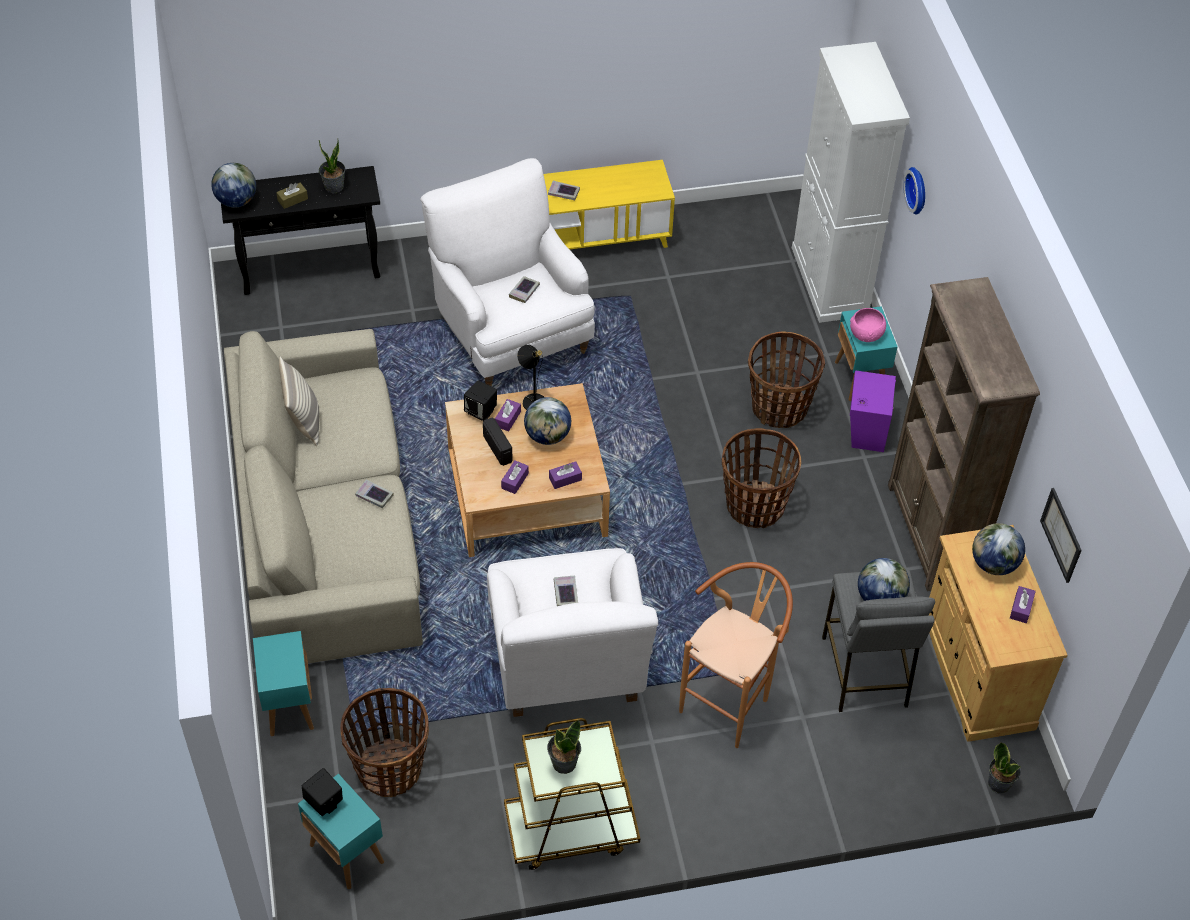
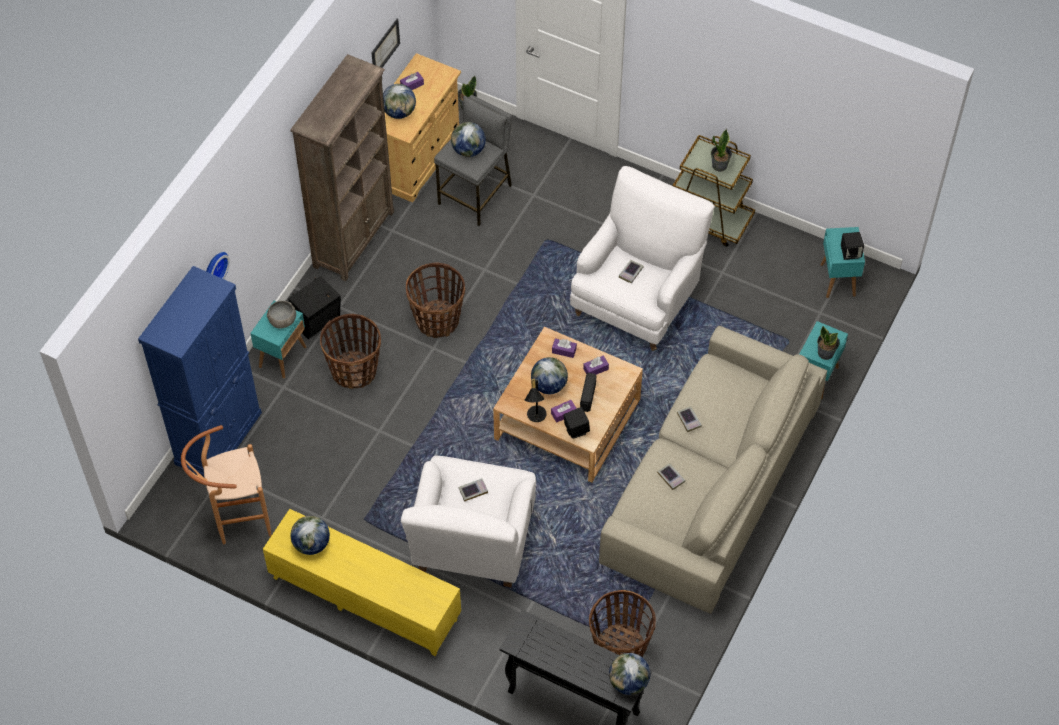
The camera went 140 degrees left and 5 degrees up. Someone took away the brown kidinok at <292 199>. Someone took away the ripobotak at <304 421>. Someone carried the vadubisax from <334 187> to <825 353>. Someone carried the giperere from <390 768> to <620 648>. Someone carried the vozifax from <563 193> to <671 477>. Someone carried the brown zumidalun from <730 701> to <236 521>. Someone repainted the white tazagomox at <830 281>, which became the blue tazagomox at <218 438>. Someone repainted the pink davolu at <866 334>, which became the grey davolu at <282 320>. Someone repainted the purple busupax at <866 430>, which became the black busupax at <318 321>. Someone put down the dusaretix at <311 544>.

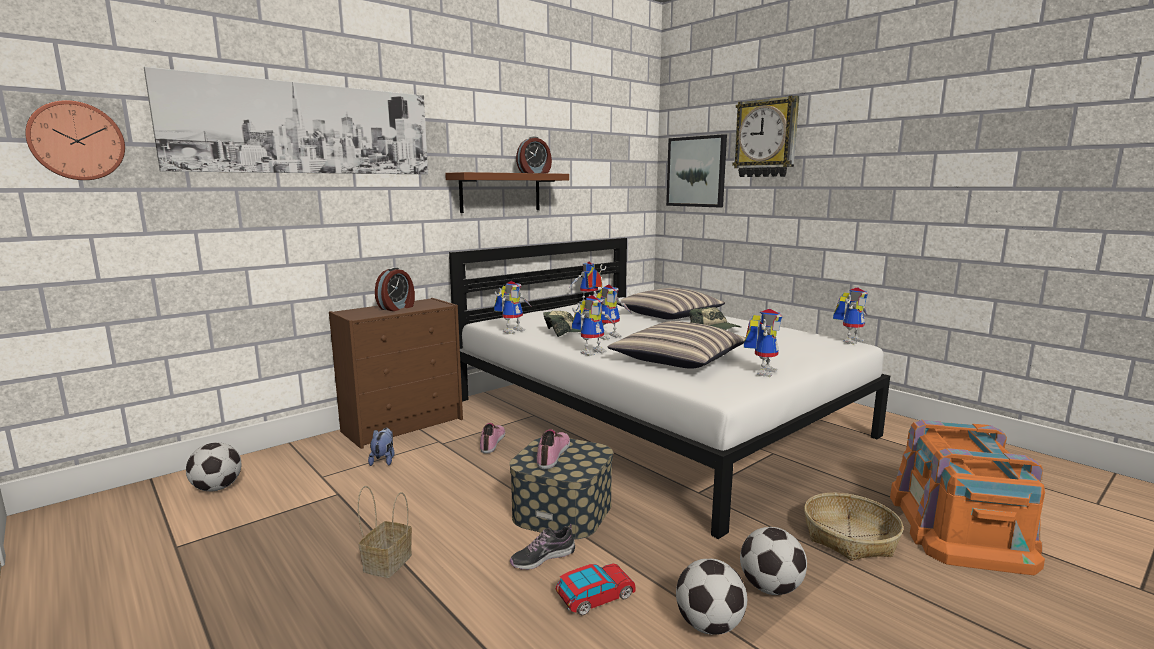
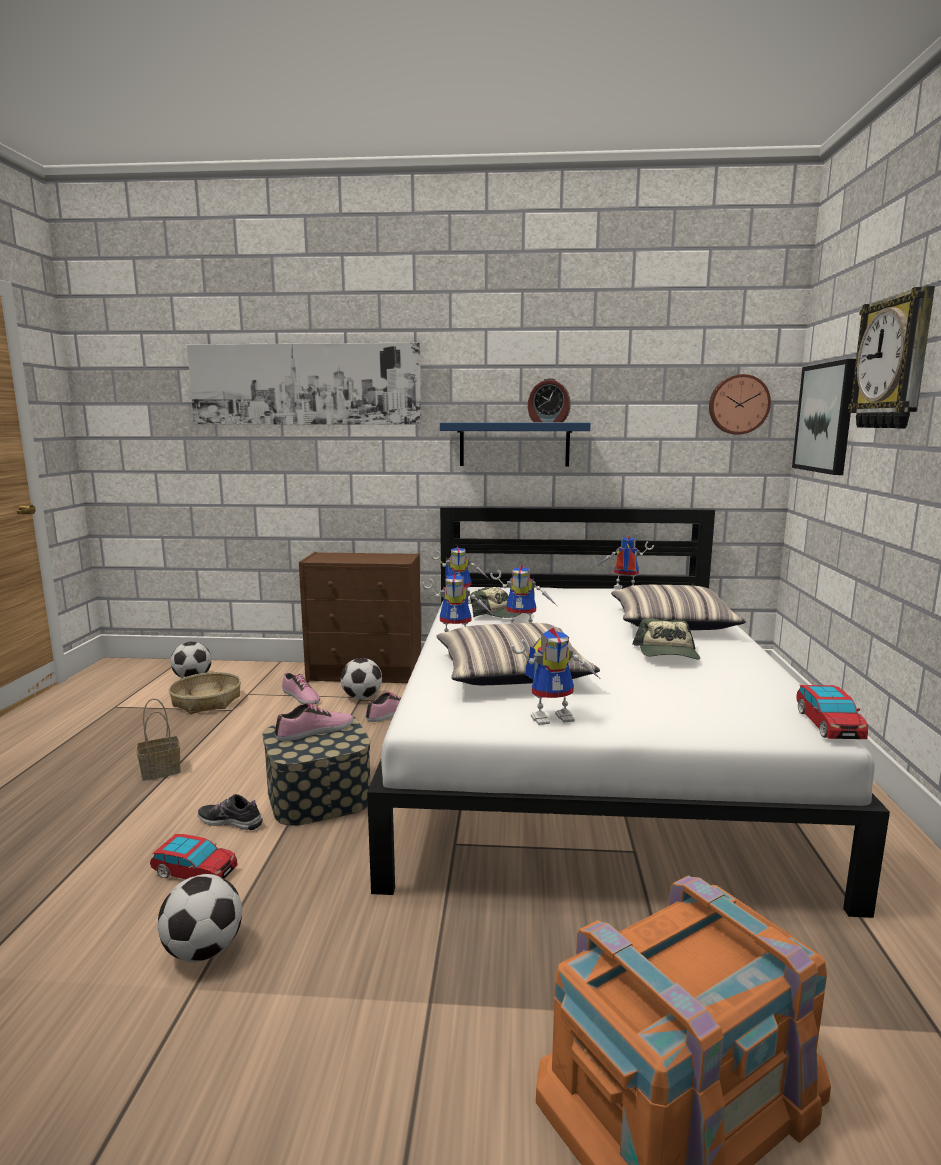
The camera went 45 degrees right and 0 degrees up. Someone carried the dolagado from <77 141> to <738 404>. Someone swapped the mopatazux at <383 460> for the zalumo at <300 697>. Someone took away the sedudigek at <397 308>. Someone repainted the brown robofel at <500 192>, which became the blue robofel at <514 444>. Someone carried the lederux from <770 587> to <362 697>. Someone carried the giperere from <849 537> to <207 701>. Someone swapped the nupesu at <850 340> for the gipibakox at <828 724>.

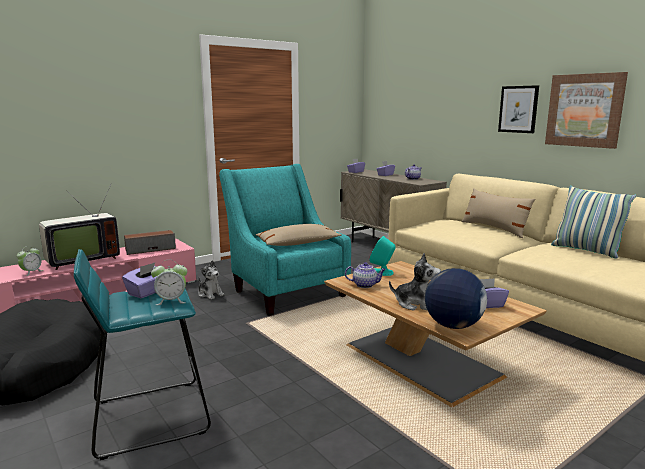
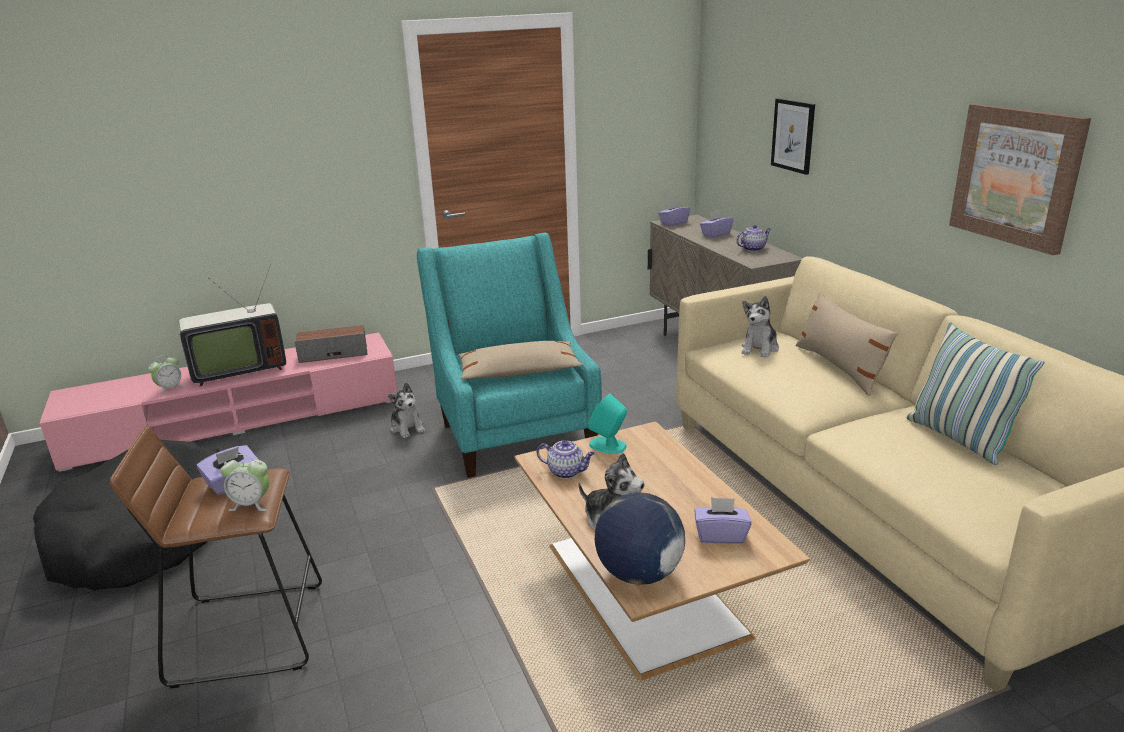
The camera went 15 degrees right and 10 degrees up. Someone repainted the turquoise zumidalun at <150 416>, which became the brown zumidalun at <248 631>. Someone carried the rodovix from <518 109> to <793 135>. Someone put down the mopatazux at <760 349>.

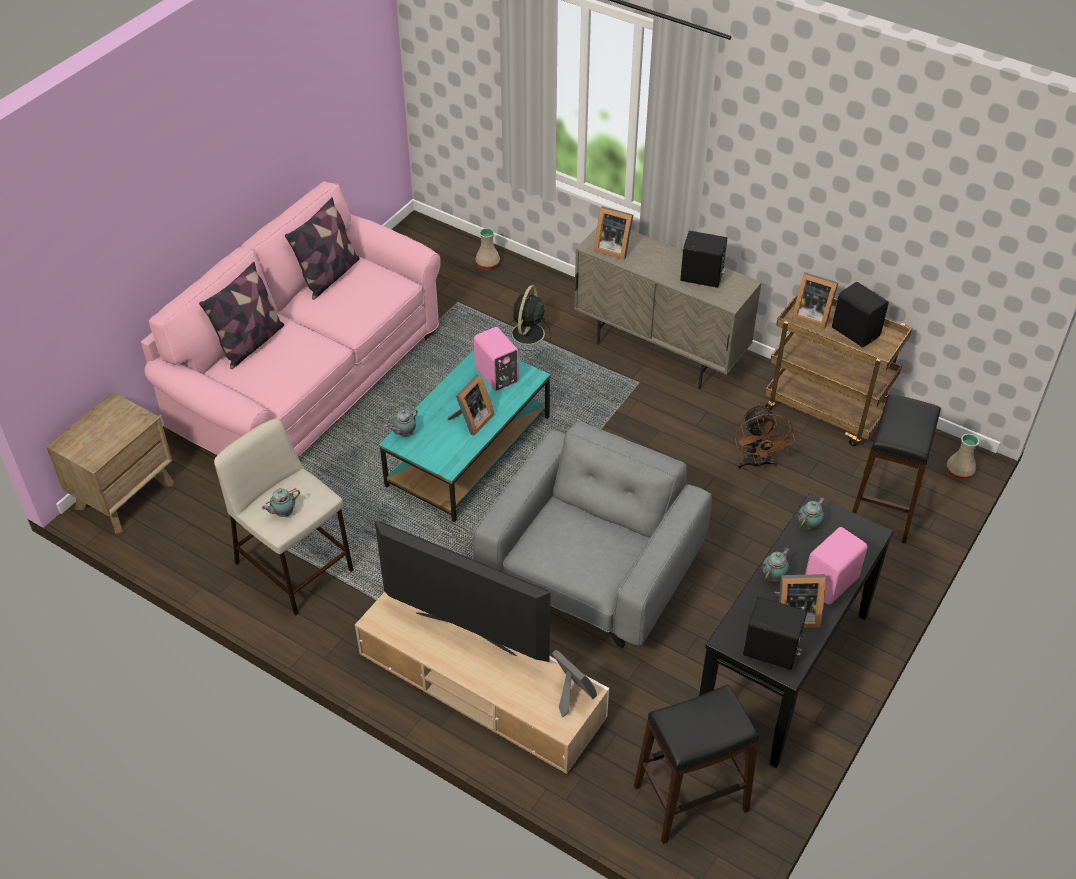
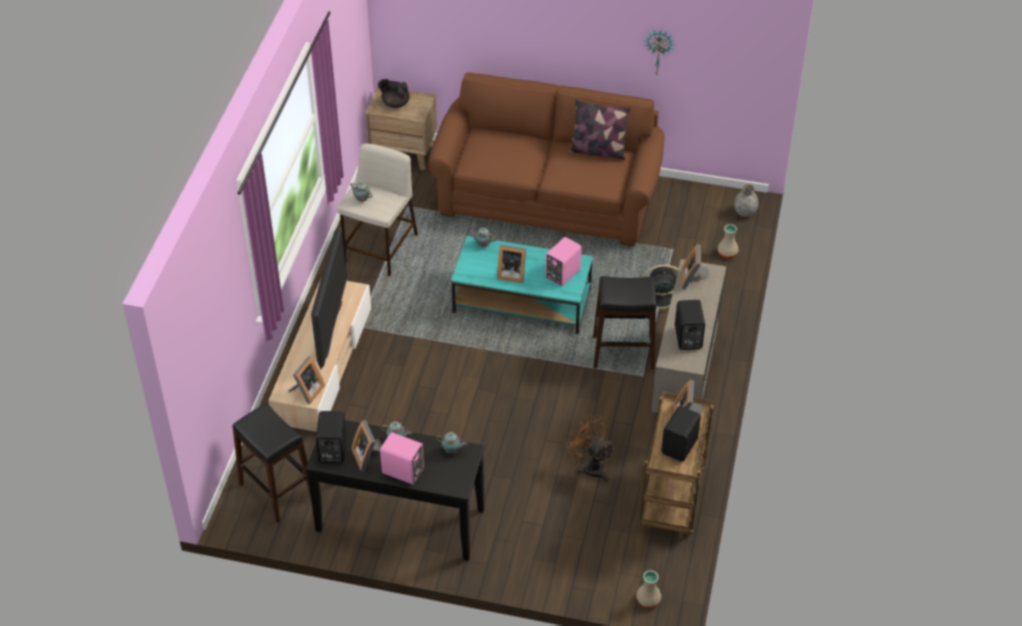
The camera went 70 degrees right and 0 degrees up. Someone repainted the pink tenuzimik at <308 380>, which became the brown tenuzimik at <547 198>. Someone took away the ripobotak at <250 343>. Someone took away the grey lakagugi at <591 574>. Someone rotated the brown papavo at <756 464> by 75 degrees clockwise. Someone carried the black zumidalun from <884 506> to <623 352>. Someone put down the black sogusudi at <395 103>. Someone put up the dolagado at <659 51>. Someone put down the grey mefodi at <745 212>.

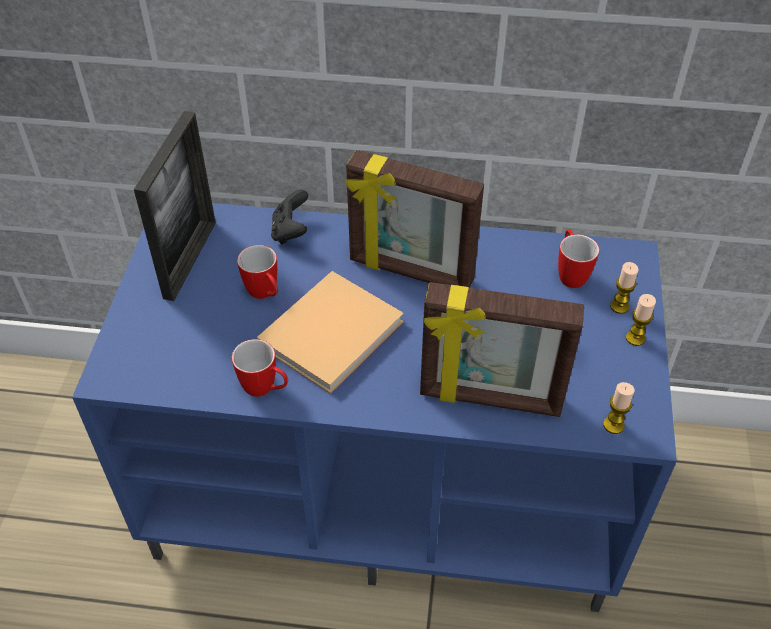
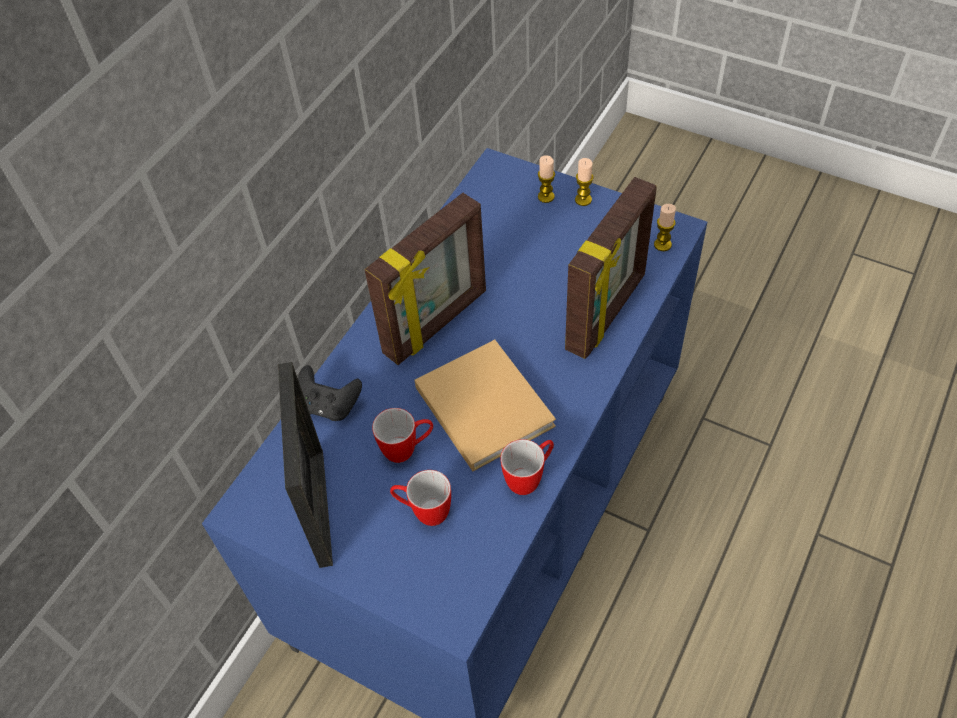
The camera went 65 degrees left and 5 degrees up. Someone rotated the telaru at <190 259> by 45 degrees clockwise. Someone carried the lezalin from <570 273> to <424 512>.

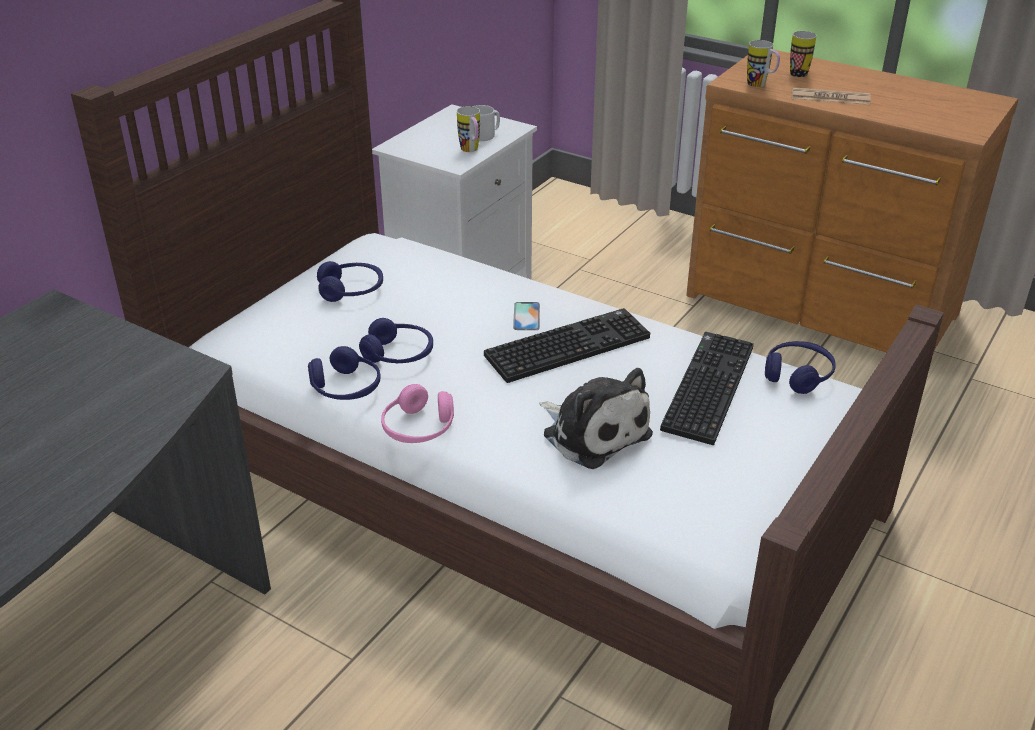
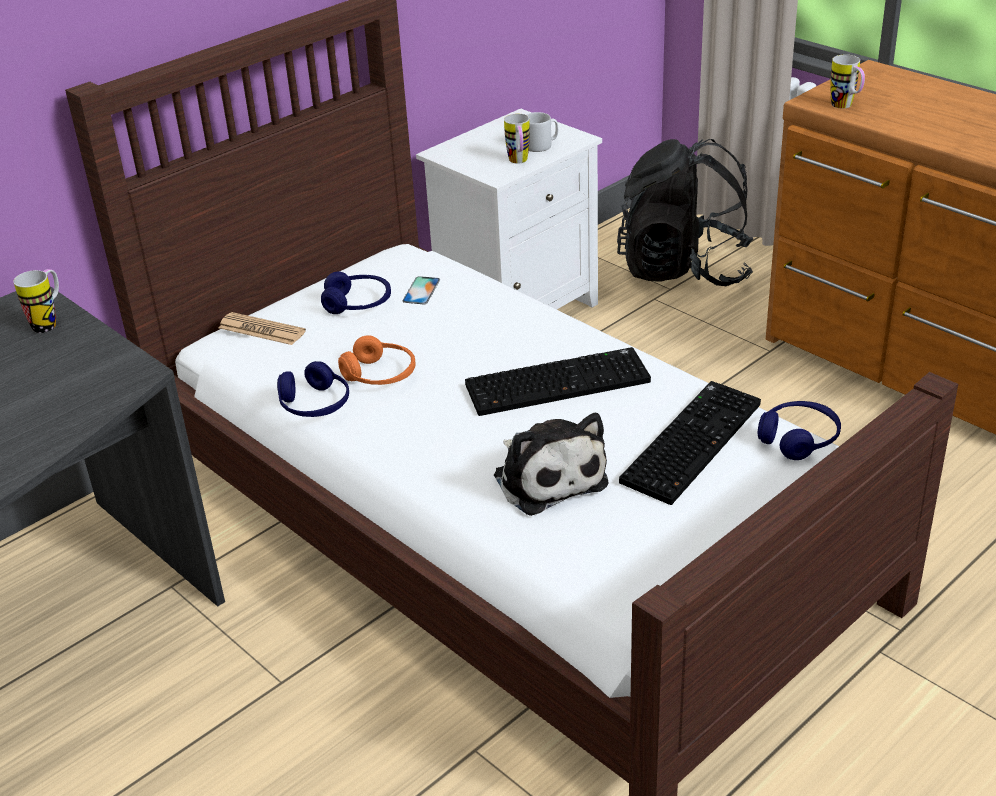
The camera went 15 degrees right and 0 degrees up. Someone repainted the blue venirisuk at <398 354>, which became the orange venirisuk at <380 375>. Someone took away the pink venirisuk at <418 428>. Someone carried the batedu from <526 316> to <421 290>. Someone carried the lezalin from <798 72> to <49 323>. Someone carried the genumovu from <830 97> to <261 330>. Someone put down the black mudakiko at <684 270>.

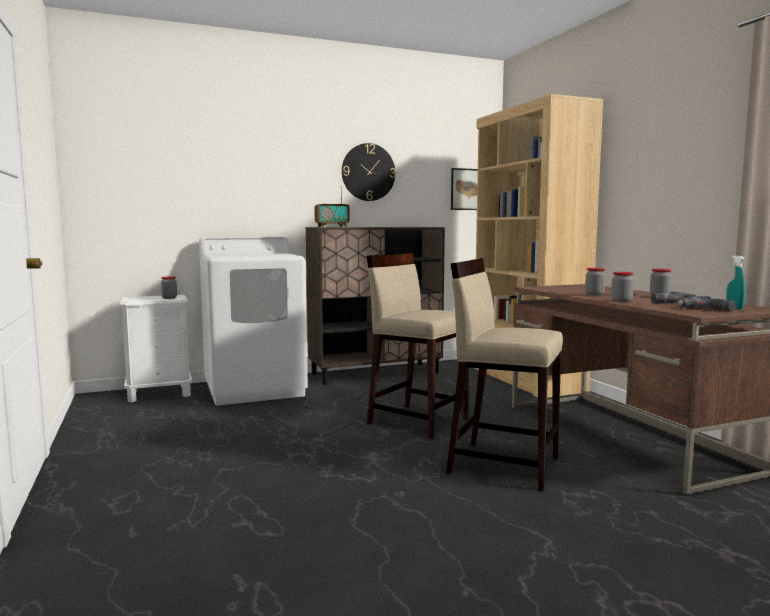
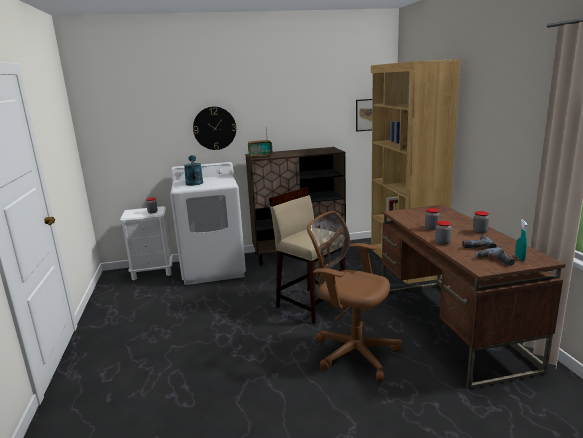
The camera went 10 degrees right and 10 degrees up. Someone carried the dolagado from <368 172> to <214 128>. Someone swapped the beige zumidalun at <503 464> for the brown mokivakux at <352 351>. Someone put down the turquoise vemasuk at <194 182>.

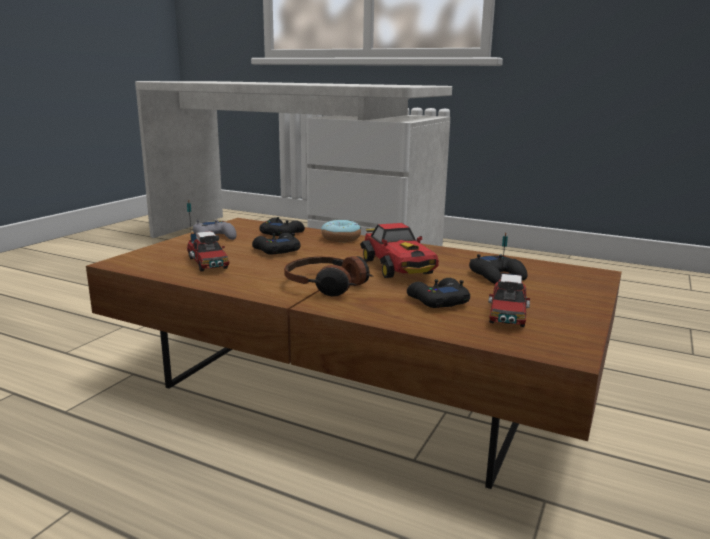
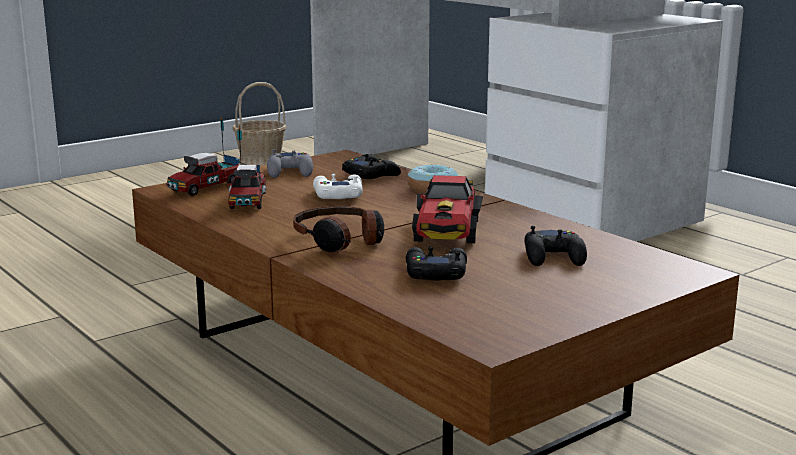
The camera went 25 degrees right and 0 degrees up. Someone repainted the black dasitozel at <276 250>, which became the white dasitozel at <337 195>. Someone carried the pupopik from <507 314> to <204 188>. Someone put down the giperere at <260 159>.

